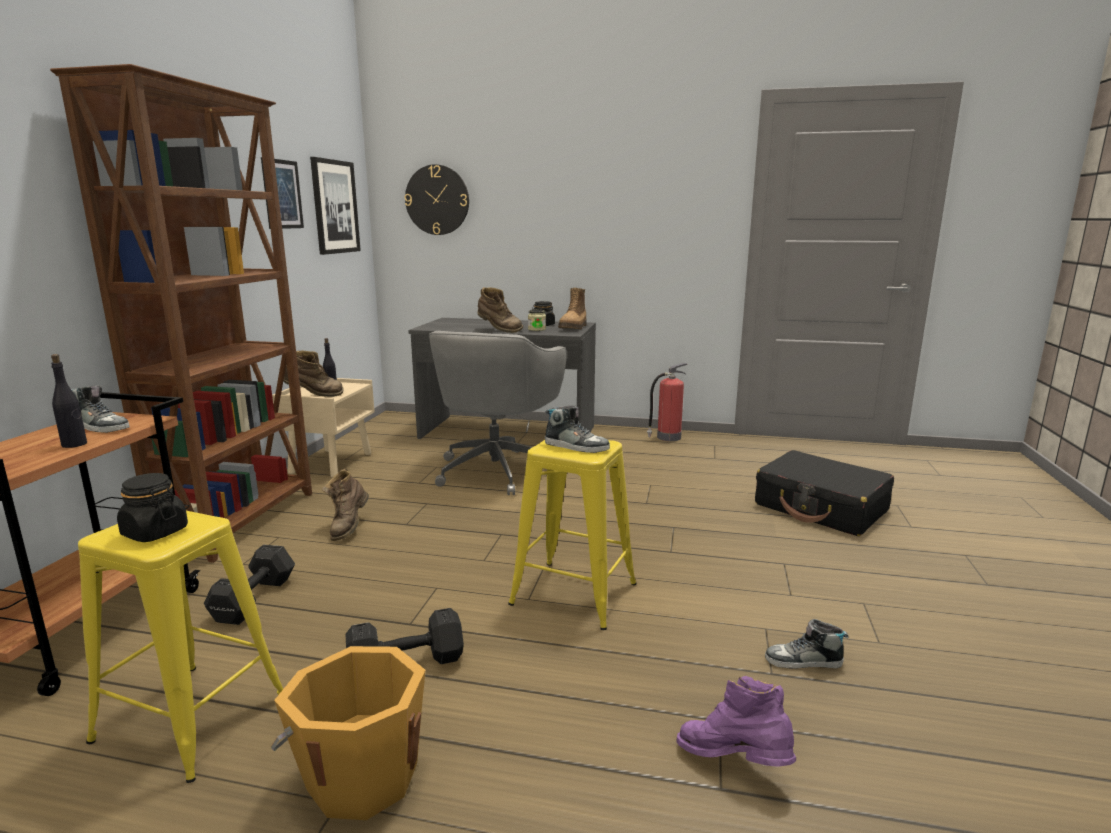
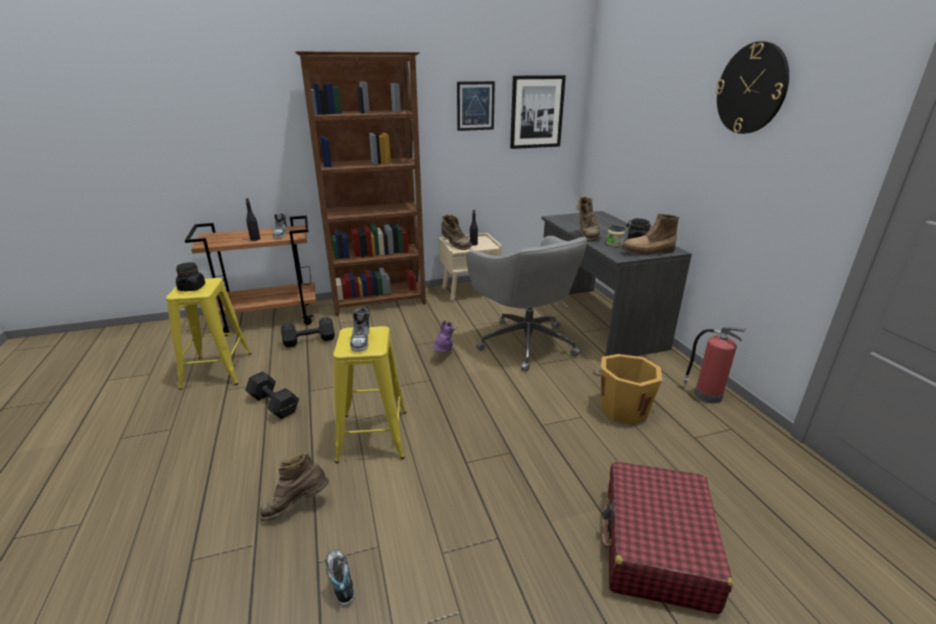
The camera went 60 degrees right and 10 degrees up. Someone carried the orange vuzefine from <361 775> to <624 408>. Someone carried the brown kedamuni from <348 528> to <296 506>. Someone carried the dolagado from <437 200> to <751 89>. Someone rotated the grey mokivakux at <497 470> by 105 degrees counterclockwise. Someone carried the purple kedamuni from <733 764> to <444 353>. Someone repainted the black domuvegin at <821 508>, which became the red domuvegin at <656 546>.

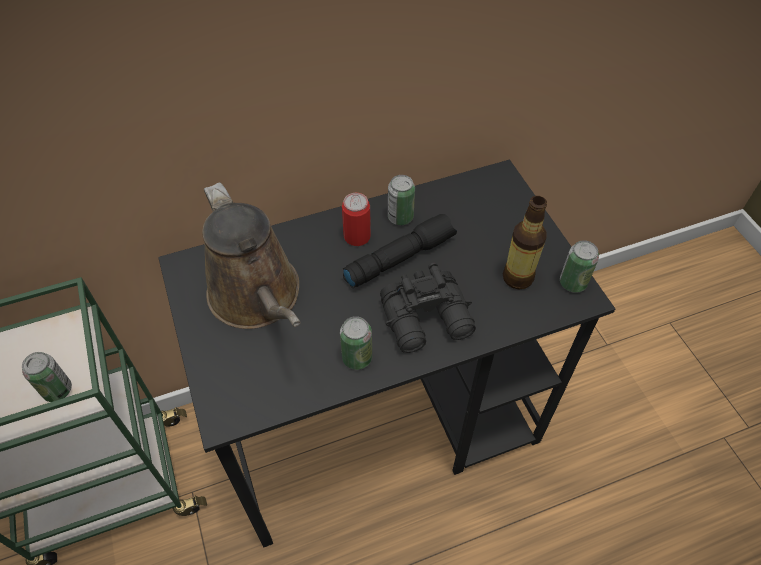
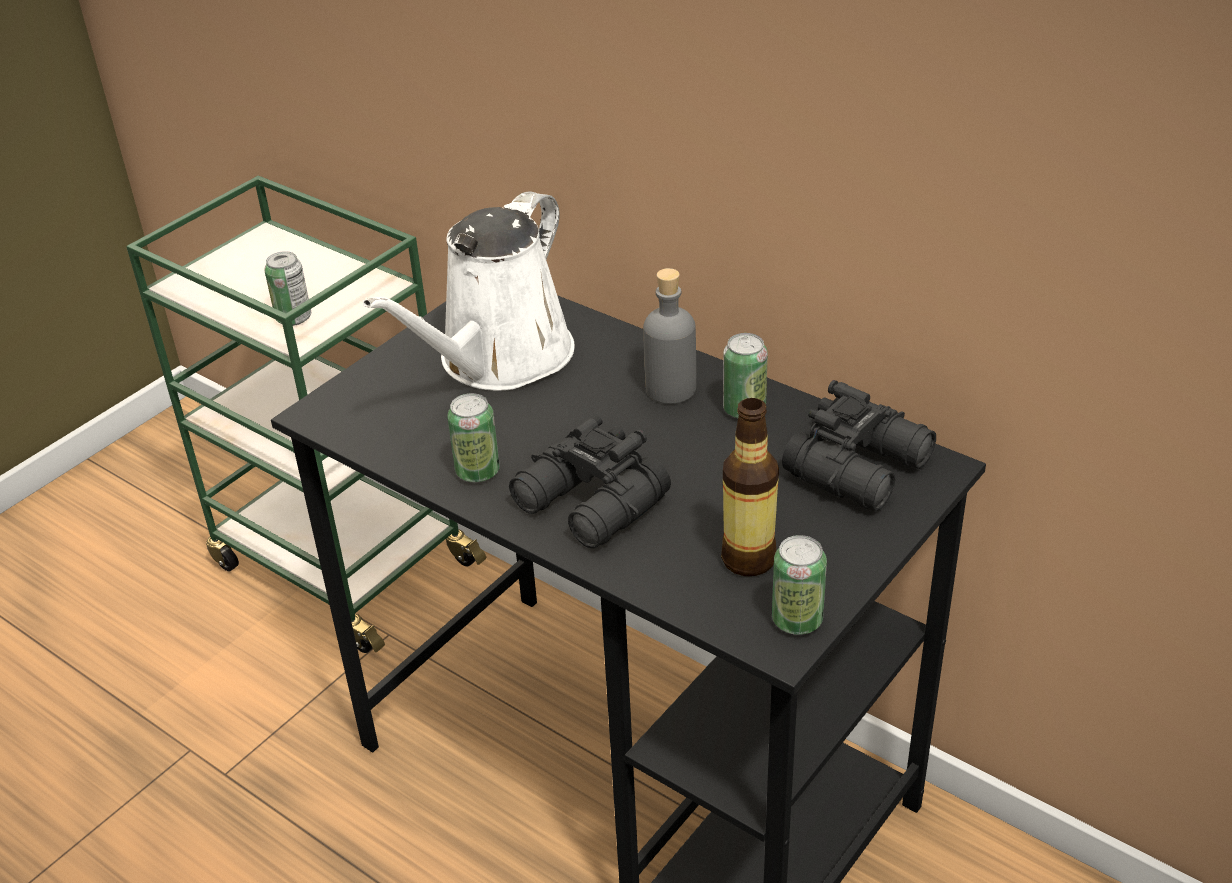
The camera went 60 degrees right and 15 degrees down. Someone repainted the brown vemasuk at <258 298>, which became the white vemasuk at <498 360>. Someone swapped the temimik at <357 236> for the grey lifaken at <670 389>. Someone took away the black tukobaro at <399 257>. Someone put down the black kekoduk at <862 467>.

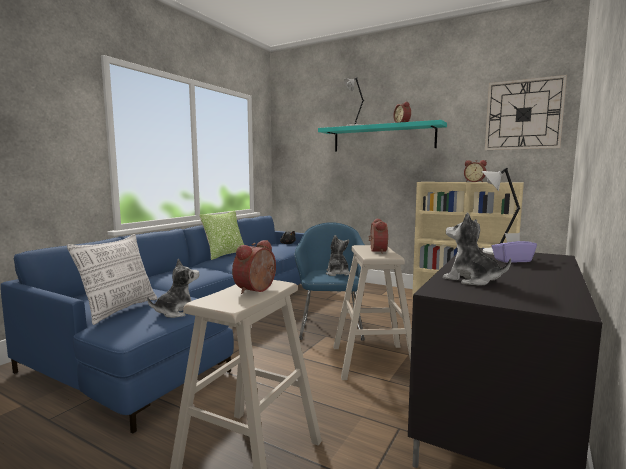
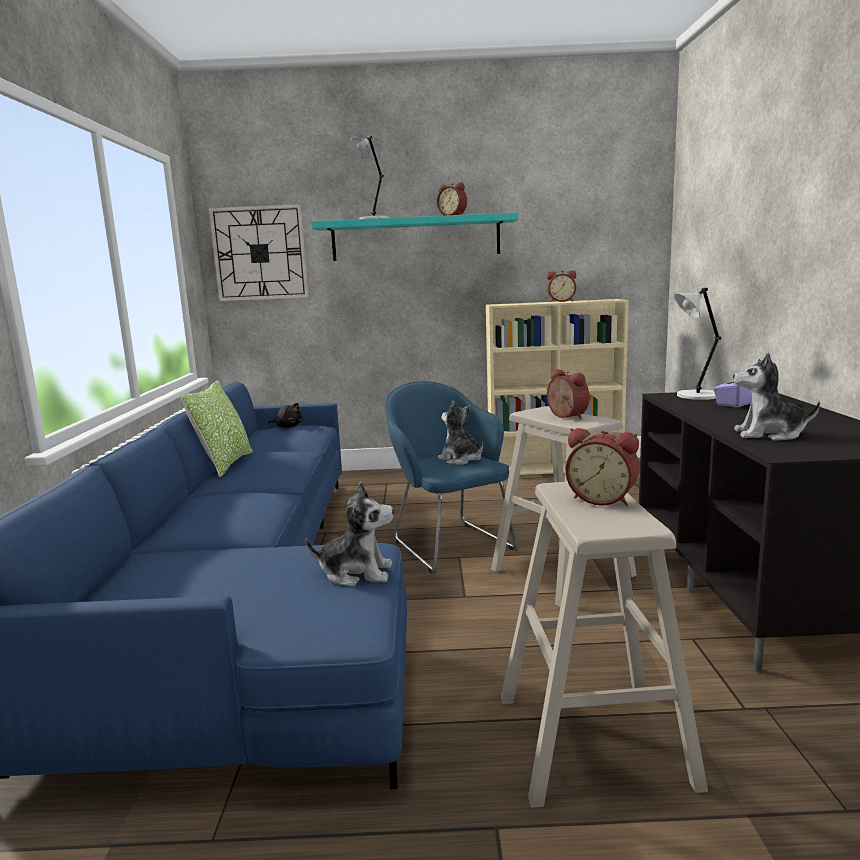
The camera went 30 degrees left and 5 degrees up. Someone took away the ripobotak at <119 310>. Someone rotated the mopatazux at <177 312> by 75 degrees clockwise. Someone rotated the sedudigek at <257 290> by 60 degrees counterclockwise. Someone carried the dolagado from <523 114> to <260 253>.

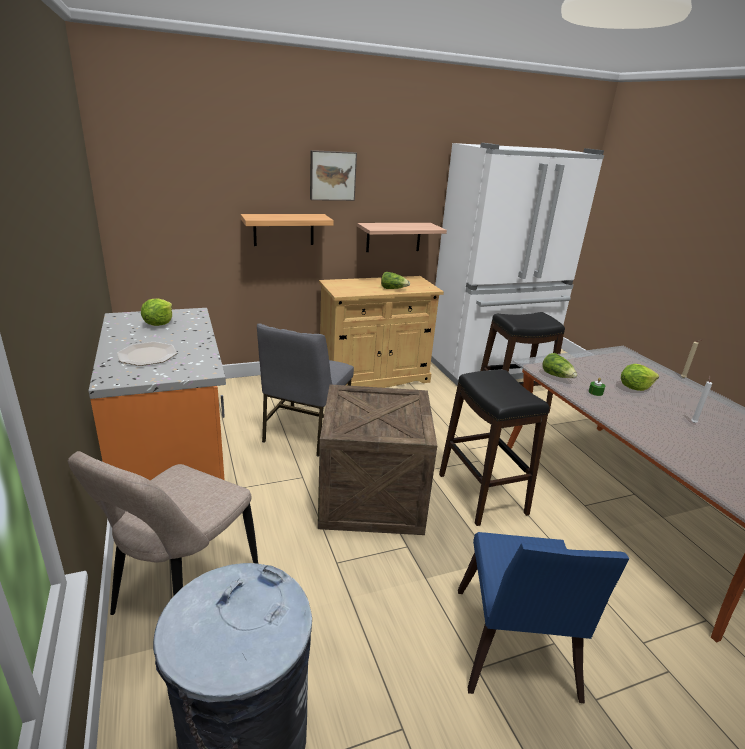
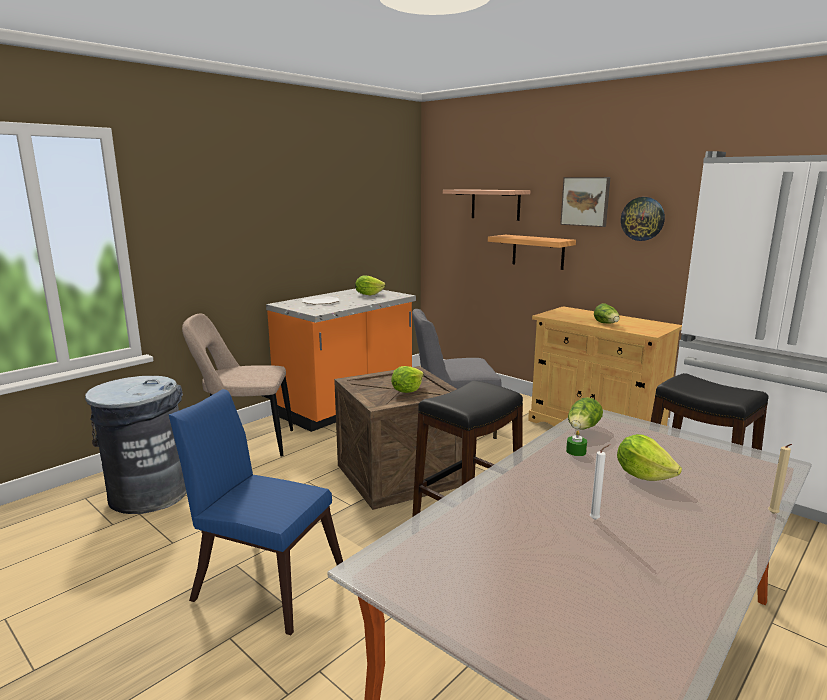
The camera went 65 degrees right and 10 degrees down. Someone carried the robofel from <393 237> to <495 204>. Someone rotated the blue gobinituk at <513 651> by 45 degrees clockwise. Someone put down the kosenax at <407 391>. Someone put up the dolagado at <642 218>.

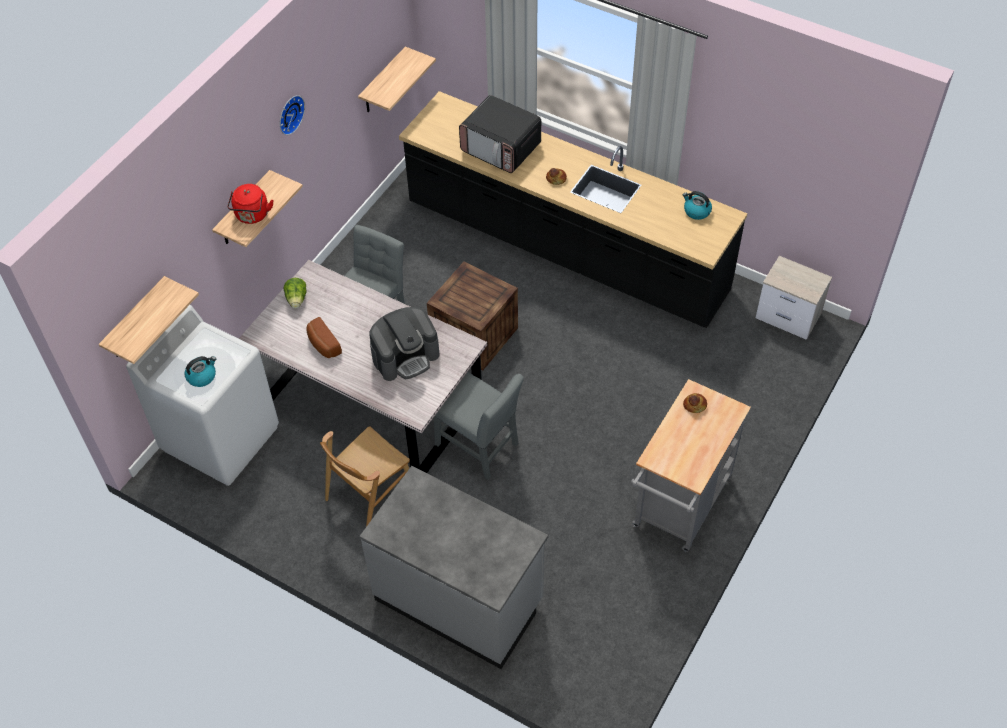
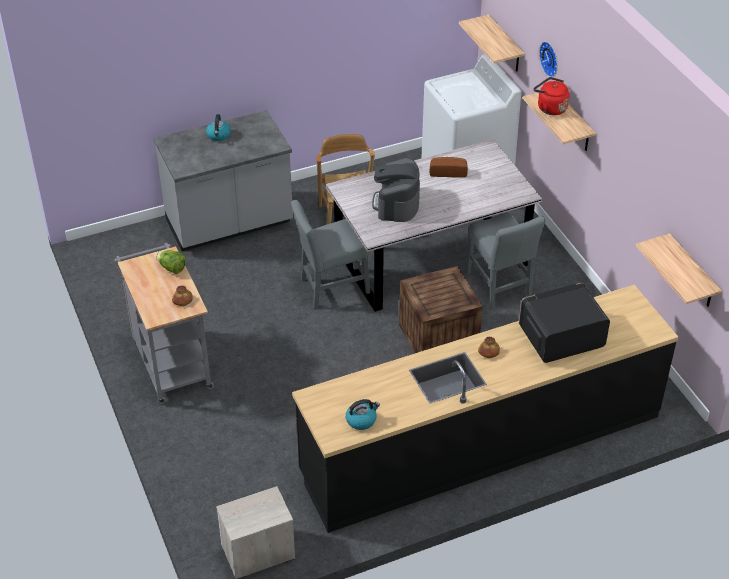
The camera went 125 degrees right and 10 degrees down. Someone carried the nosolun from <202 376> to <218 135>. Someone carried the dolagado from <289 114> to <551 58>. Someone carried the kosenax from <297 299> to <172 268>.

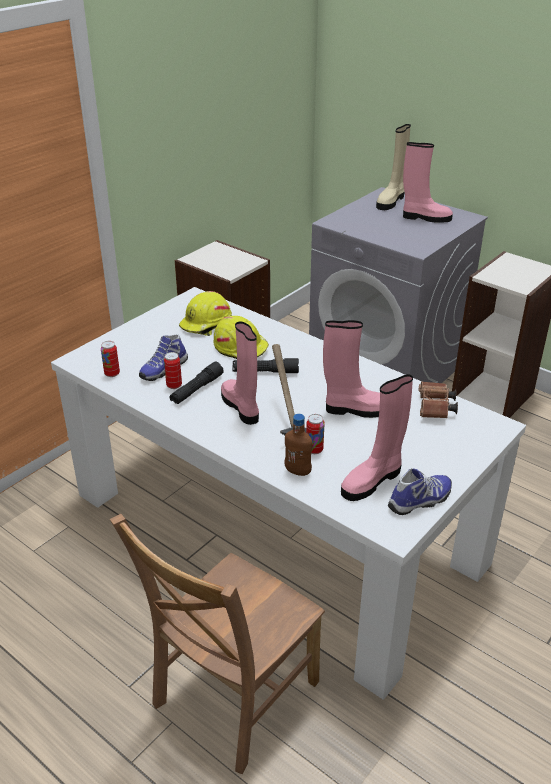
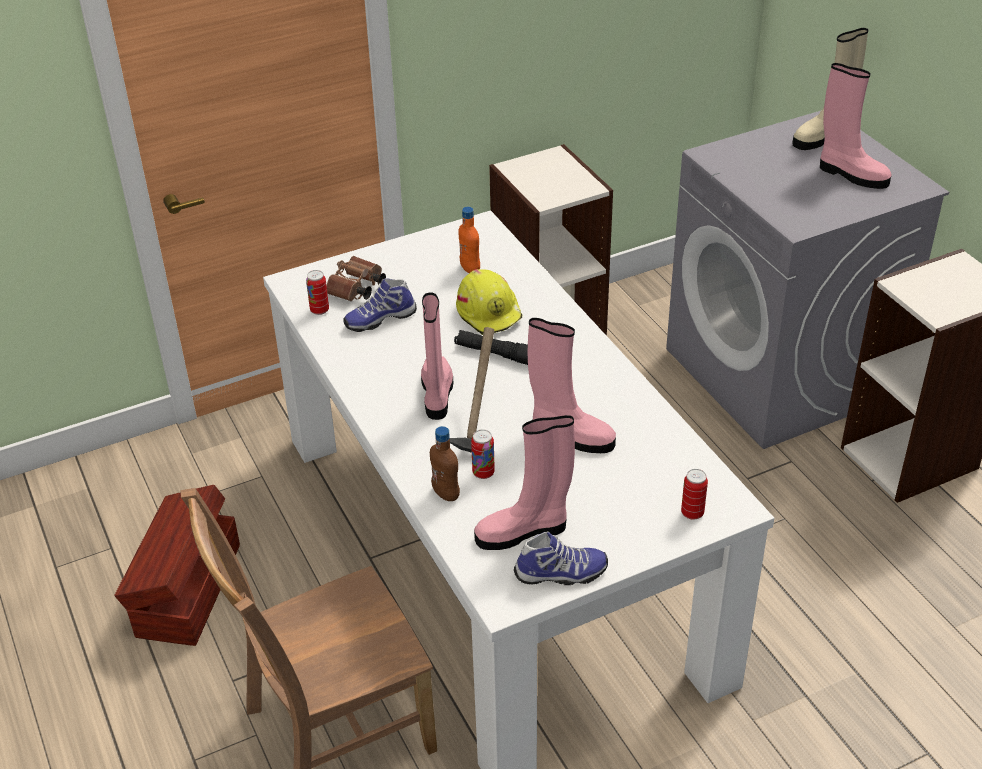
The camera went 25 degrees right and 5 degrees up. Someone carried the temimik from <174 385> to <692 513>. Someone took away the black tukobaro at <197 389>. Someone swapped the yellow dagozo at <206 324> for the orange lifaken at <470 269>. Someone carried the brown kekoduk from <435 409> to <356 290>. Someone put down the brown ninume at <186 590>.

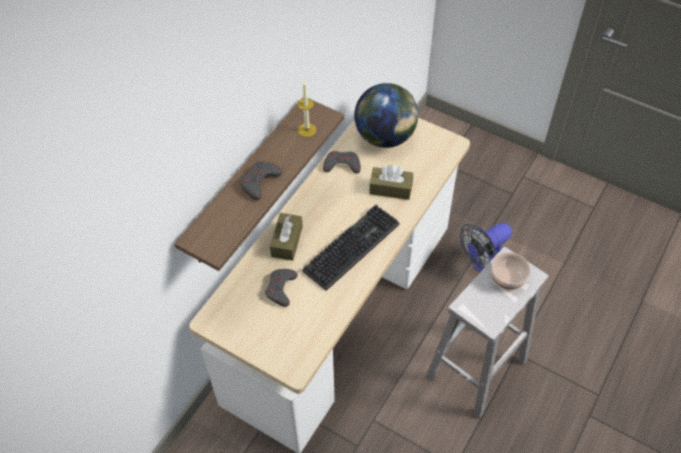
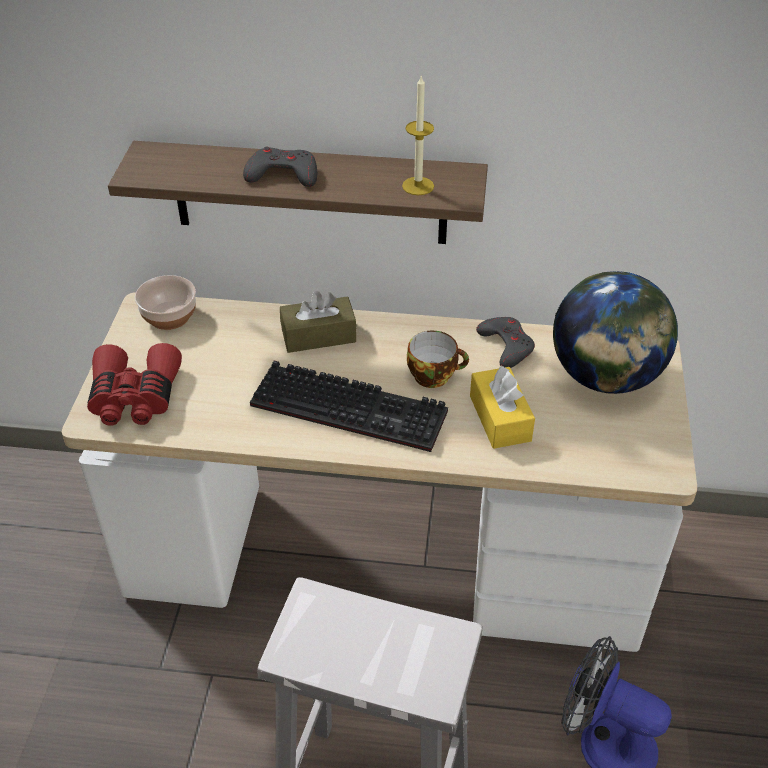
The camera went 65 degrees right and 10 degrees down. Someone took away the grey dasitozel at <281 289>. Someone repainted the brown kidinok at <390 188>, which became the yellow kidinok at <500 418>. Someone carried the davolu from <507 278> to <168 316>. Someone put down the red kekoduk at <134 398>. Someone put down the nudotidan at <434 375>.

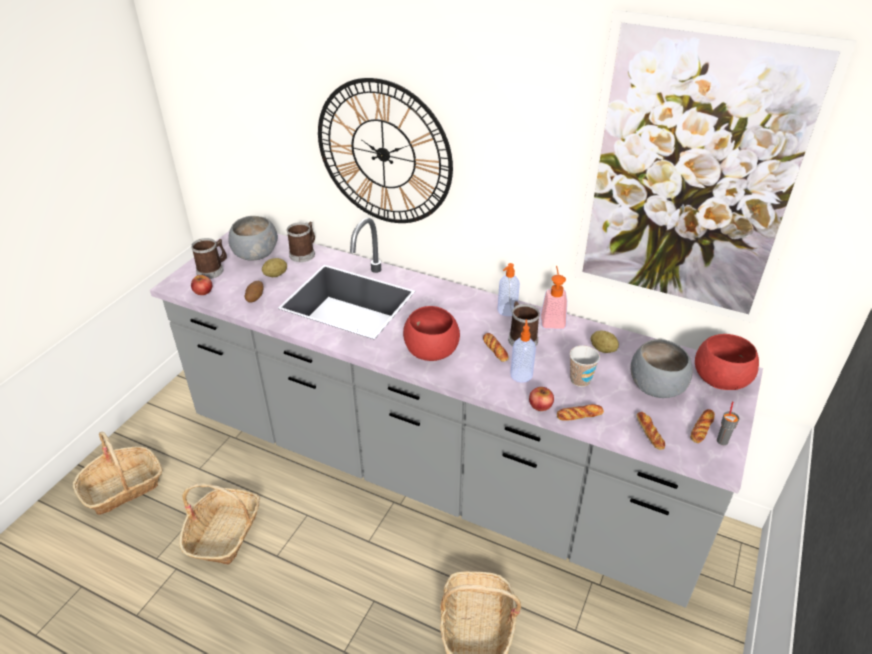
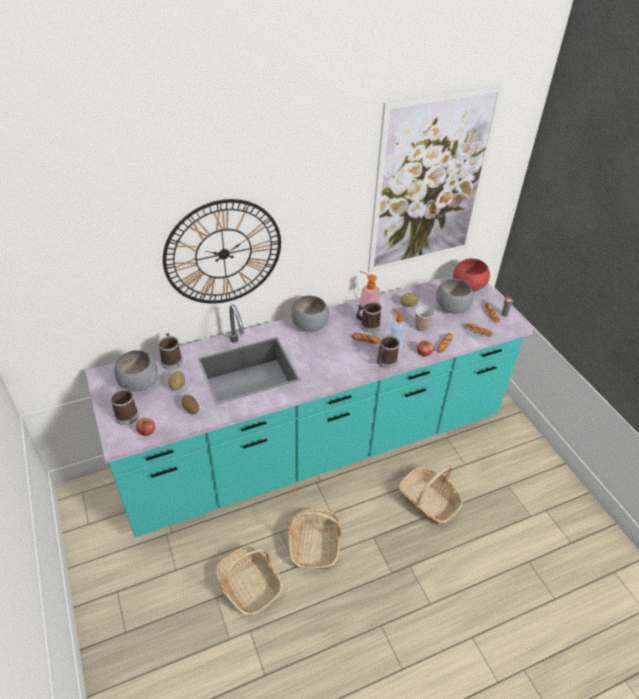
The camera went 50 degrees left and 5 degrees up. Someone carried the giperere from <123 487> to <315 545>. Someone repainted the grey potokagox at <436 472>, which became the turquoise potokagox at <316 448>. Someone took away the red davolu at <431 351>. Someone took away the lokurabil at <506 310>. Someone put down the grey davolu at <310 325>. Someone put down the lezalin at <385 362>.

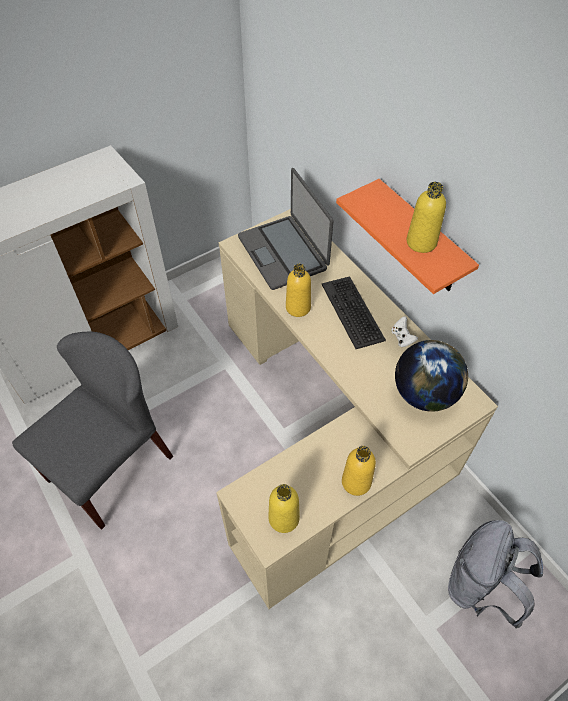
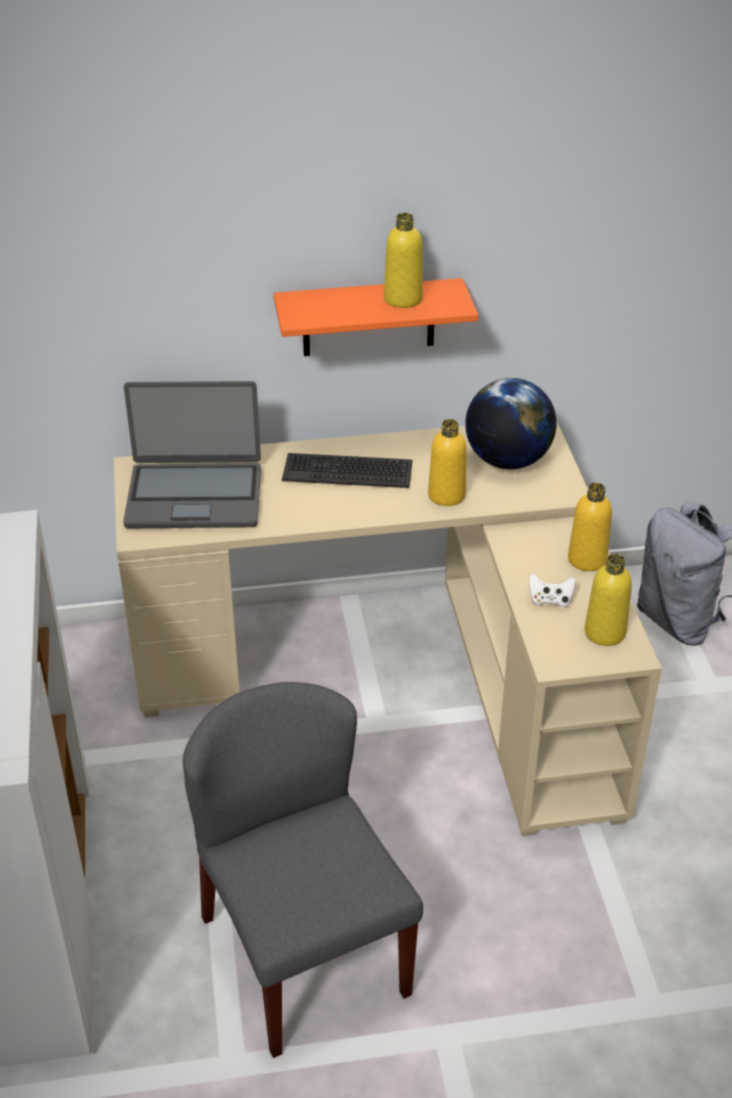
The camera went 65 degrees left and 15 degrees down. Someone carried the yellow lifaken from <298 307> to <446 495>. Someone carried the white dasitozel from <402 338> to <550 600>.

